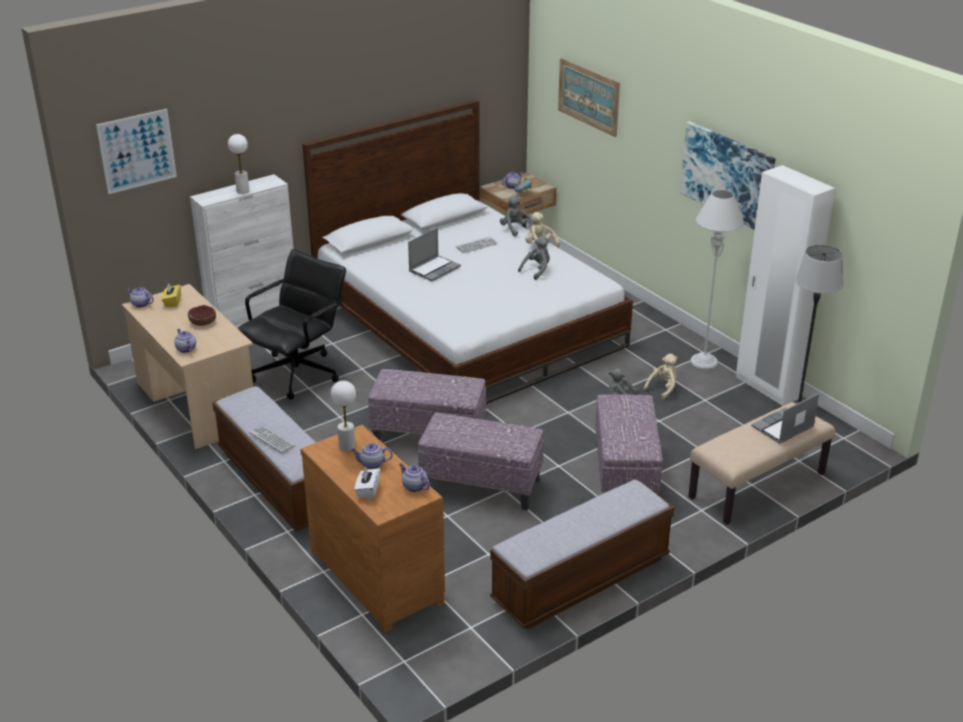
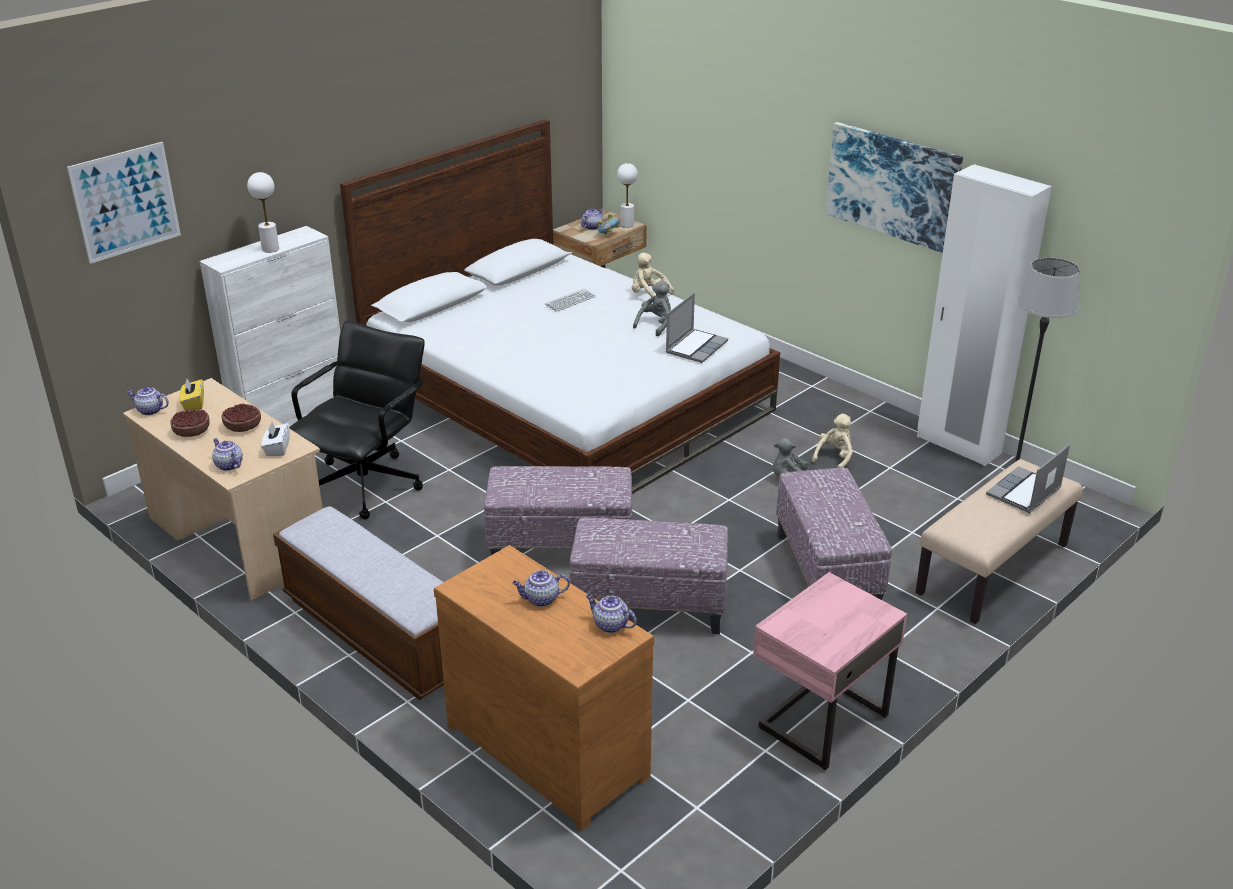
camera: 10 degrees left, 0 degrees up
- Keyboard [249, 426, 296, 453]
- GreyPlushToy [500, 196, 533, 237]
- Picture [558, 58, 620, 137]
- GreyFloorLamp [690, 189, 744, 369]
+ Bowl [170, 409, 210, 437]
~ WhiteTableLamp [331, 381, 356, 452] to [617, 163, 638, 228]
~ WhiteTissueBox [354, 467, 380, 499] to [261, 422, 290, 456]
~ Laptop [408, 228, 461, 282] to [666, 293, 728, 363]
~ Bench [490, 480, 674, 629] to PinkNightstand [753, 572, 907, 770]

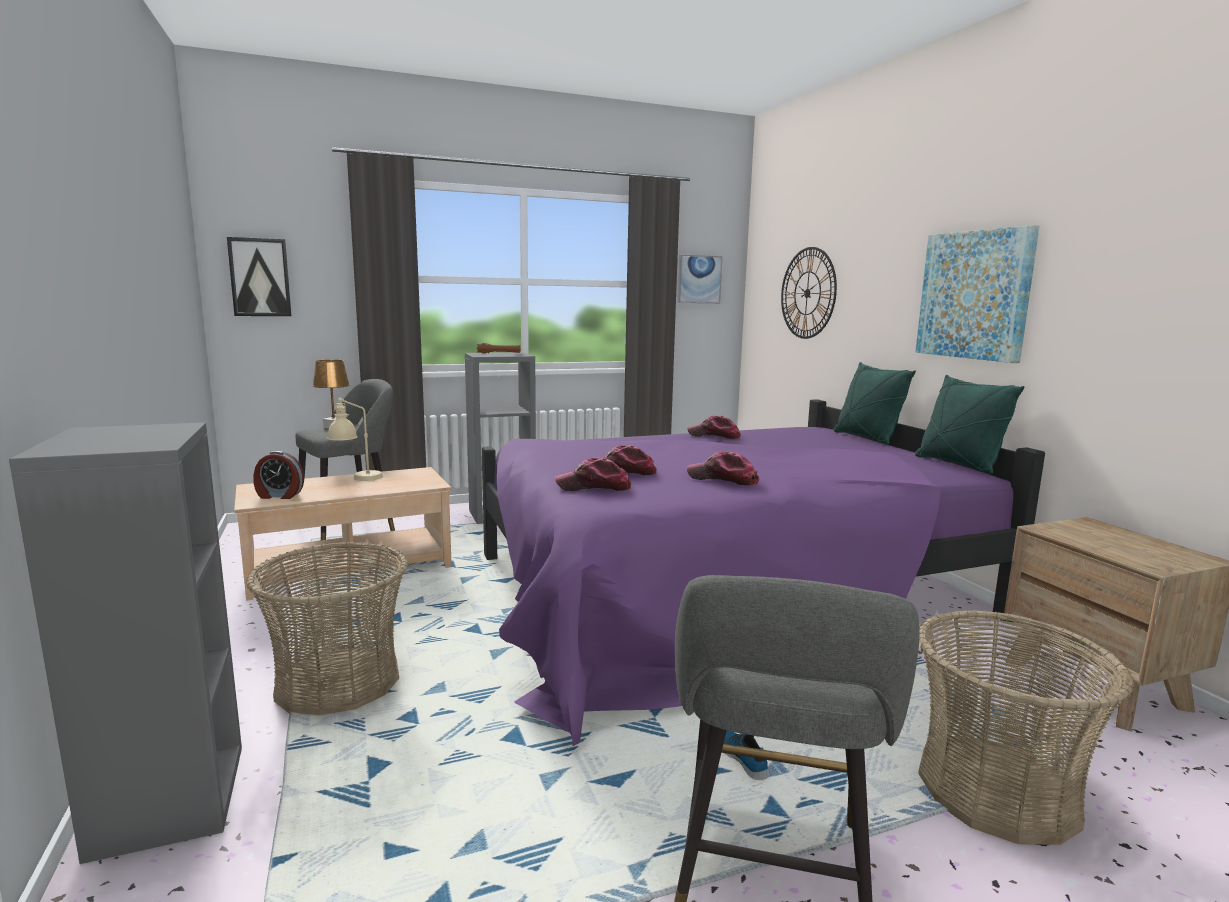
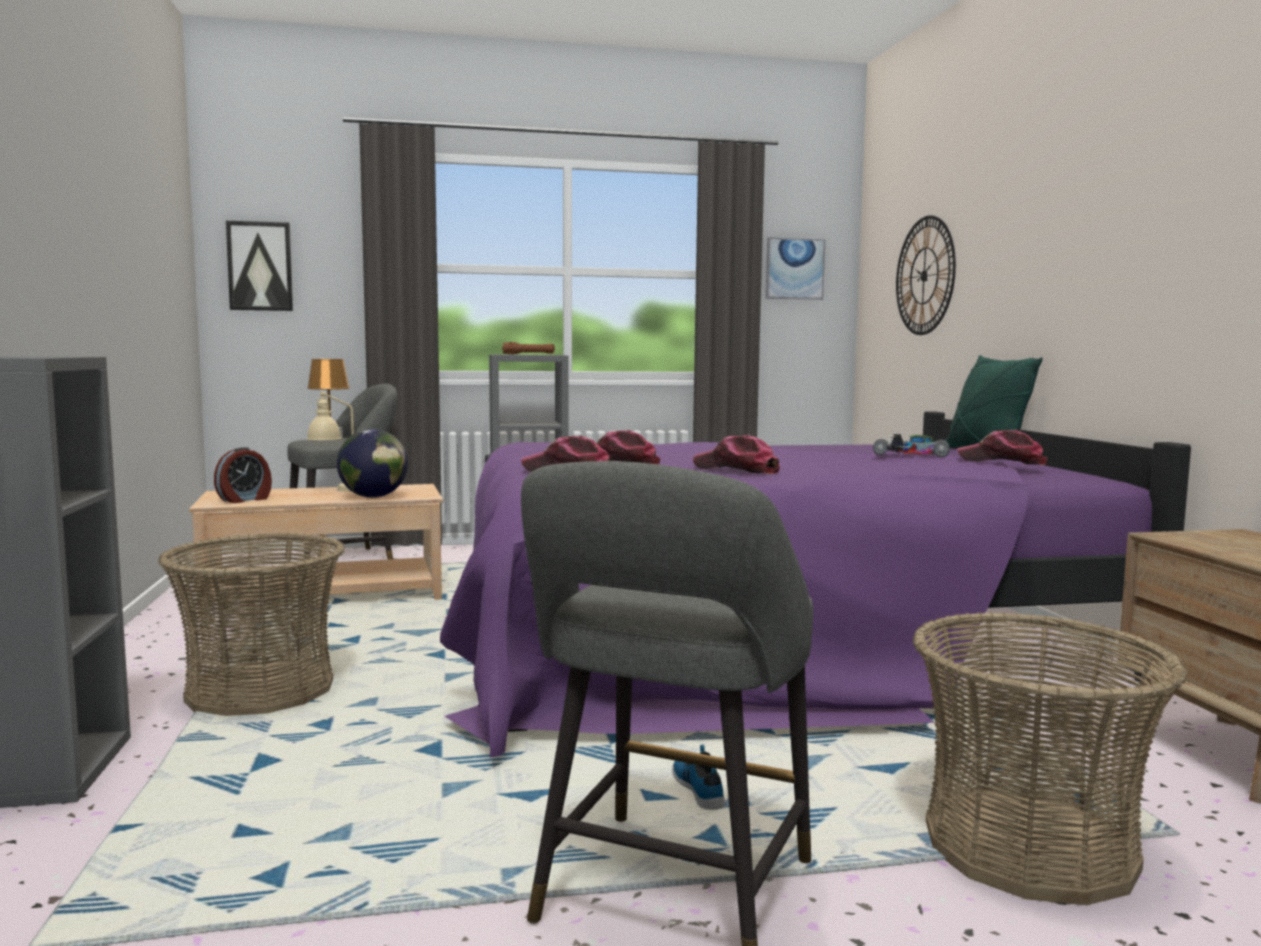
camera: 10 degrees right, 5 degrees down
- Picture [915, 225, 1039, 363]
- GreenPillow [915, 375, 1025, 474]
+ Globe [337, 429, 408, 498]
+ ToyCar [873, 434, 950, 457]
~ Cap [687, 416, 741, 439] to [957, 430, 1048, 465]
~ AlarmClock [253, 451, 304, 499] = [214, 447, 272, 503] 60 degrees counterclockwise

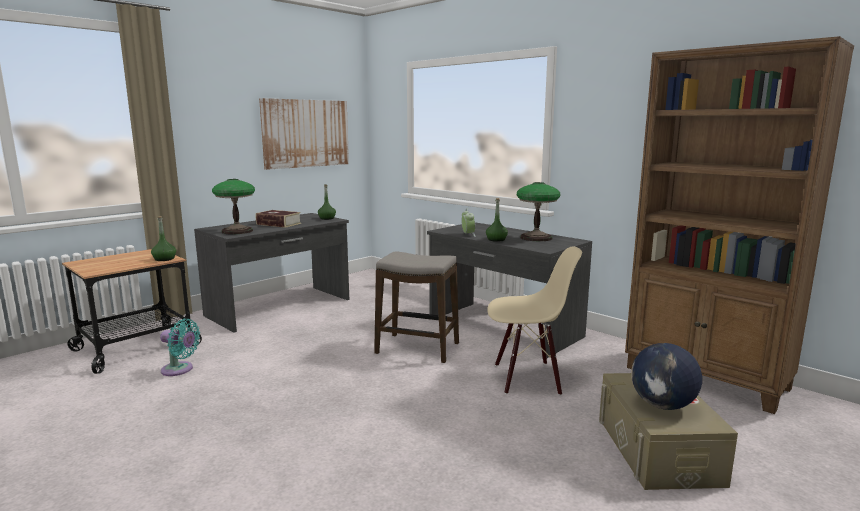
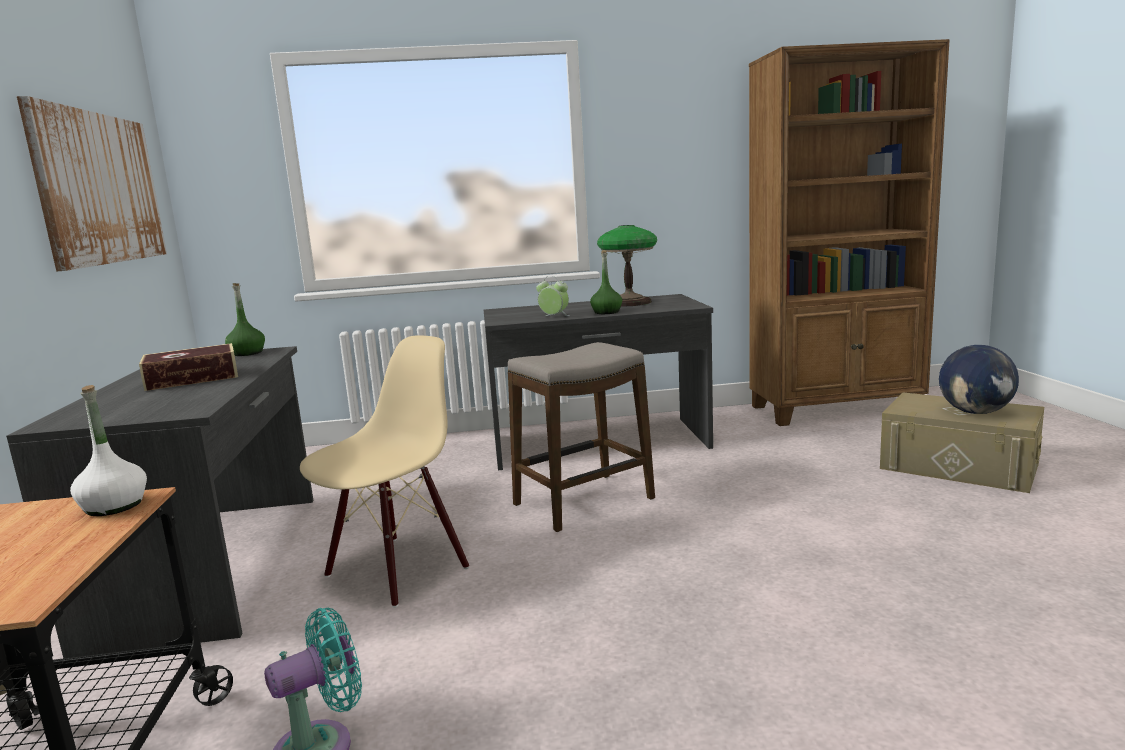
camera: 50 degrees left, 0 degrees up
- TableLamp [212, 179, 255, 234]
~ BeigeChair [487, 246, 582, 396] to [300, 335, 469, 608]
~ GreenBottle [151, 216, 176, 261] to WhiteBottle [70, 385, 147, 516]

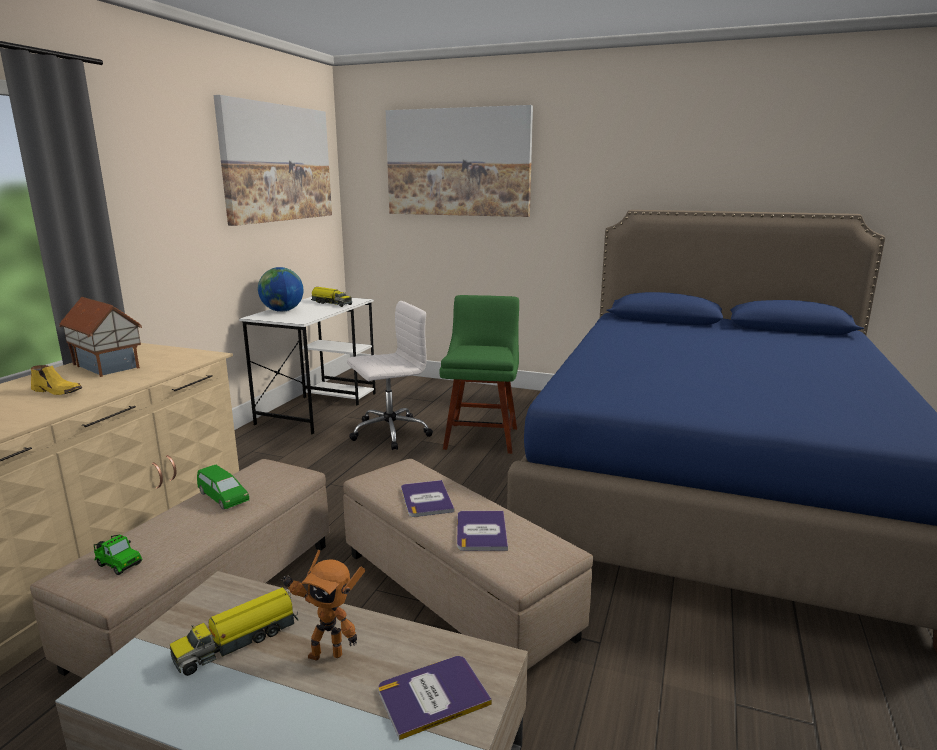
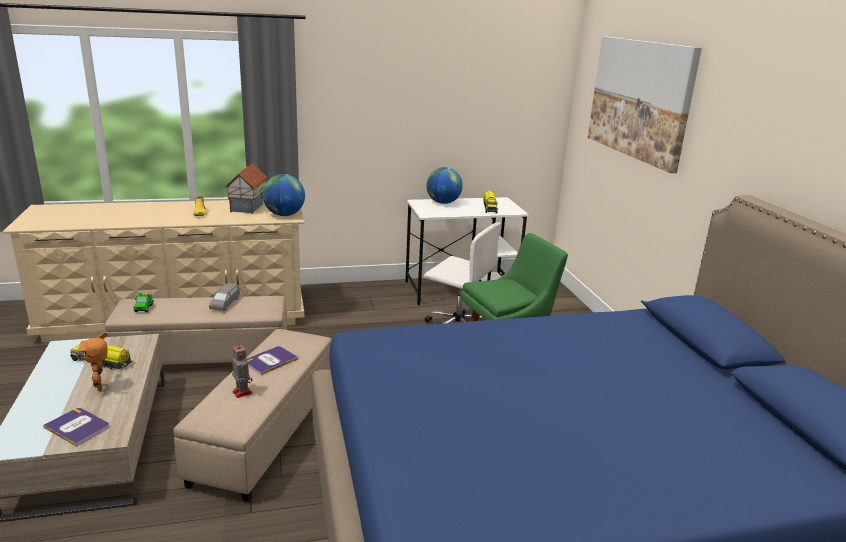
camera: 55 degrees right, 5 degrees up
- Picture [213, 95, 332, 226]
+ Globe [263, 174, 305, 216]
~ Book [457, 511, 508, 551] to ToyRobot [232, 344, 253, 398]
~ GreenToyCar [197, 465, 249, 510] to GreyToyCar [209, 283, 240, 311]

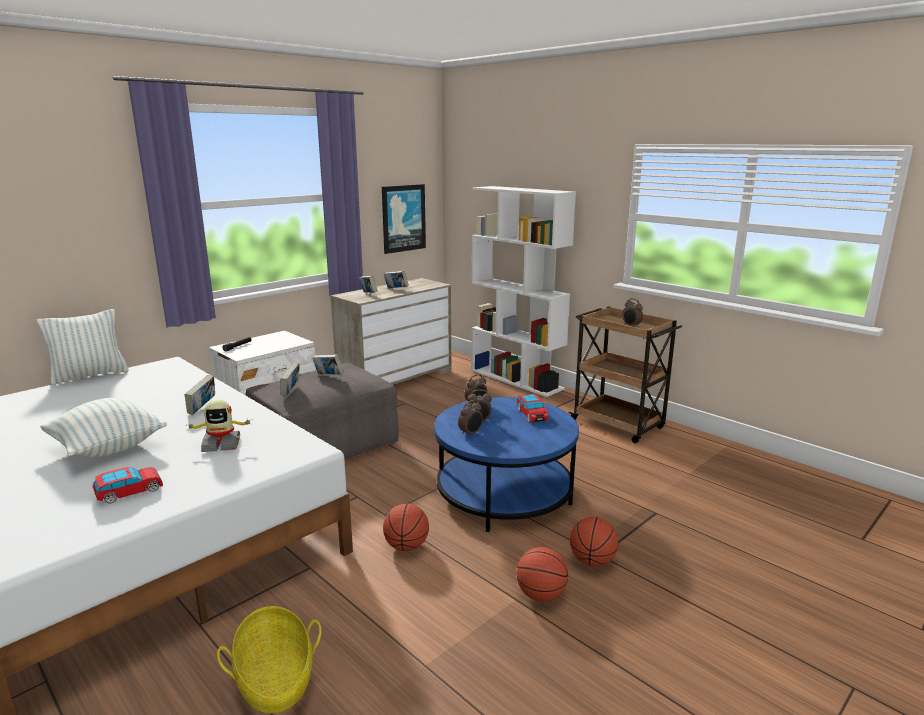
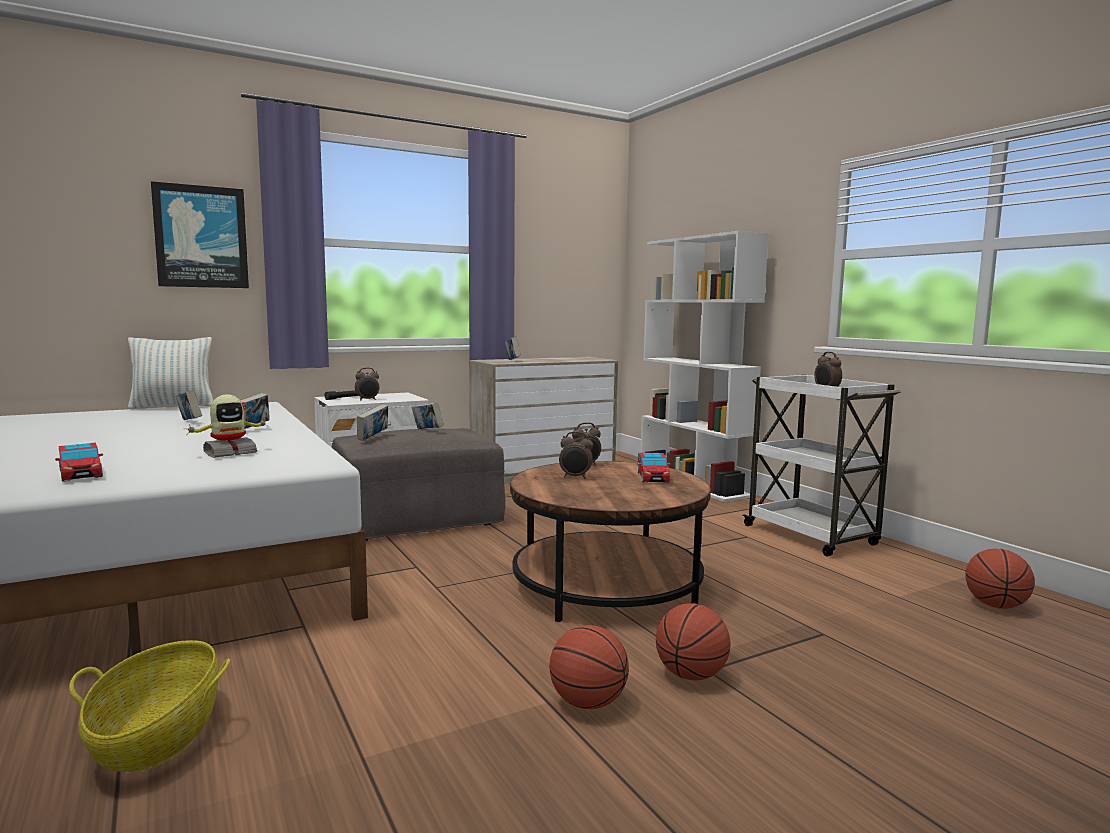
camera: 15 degrees right, 10 degrees down
- Pillow [40, 398, 167, 457]
~ Picture [382, 184, 426, 254] to [151, 181, 249, 288]
~ Basketball [383, 504, 429, 551] to [965, 549, 1035, 609]
~ Book [384, 271, 409, 288] to [175, 390, 202, 420]
~ AlarmClock [458, 400, 483, 437] to [355, 368, 380, 401]
~ BlueCoffeeTable [434, 397, 579, 532] to BrownCoffeeTable [510, 461, 711, 622]
~ BrownCart [568, 306, 682, 443] to WhiteCart [743, 375, 901, 556]
~ ToyCar [93, 467, 163, 503] = [55, 443, 103, 482] 75 degrees clockwise
~ ToyRobot [187, 399, 252, 452] = [188, 395, 268, 458] 45 degrees counterclockwise

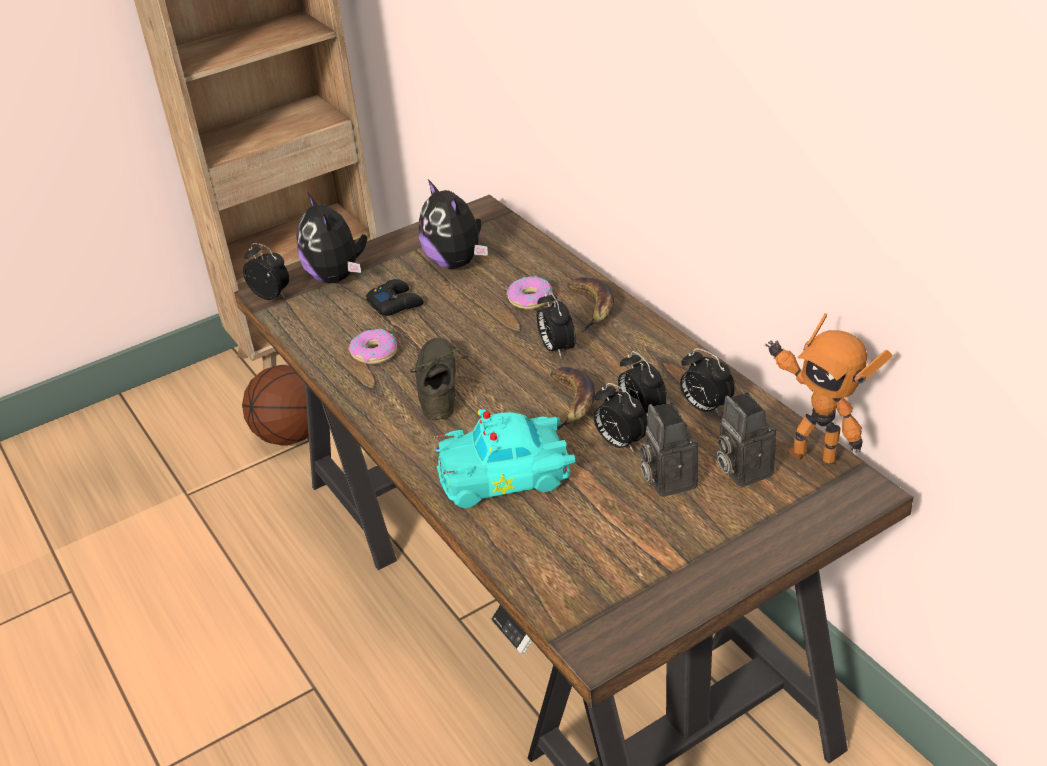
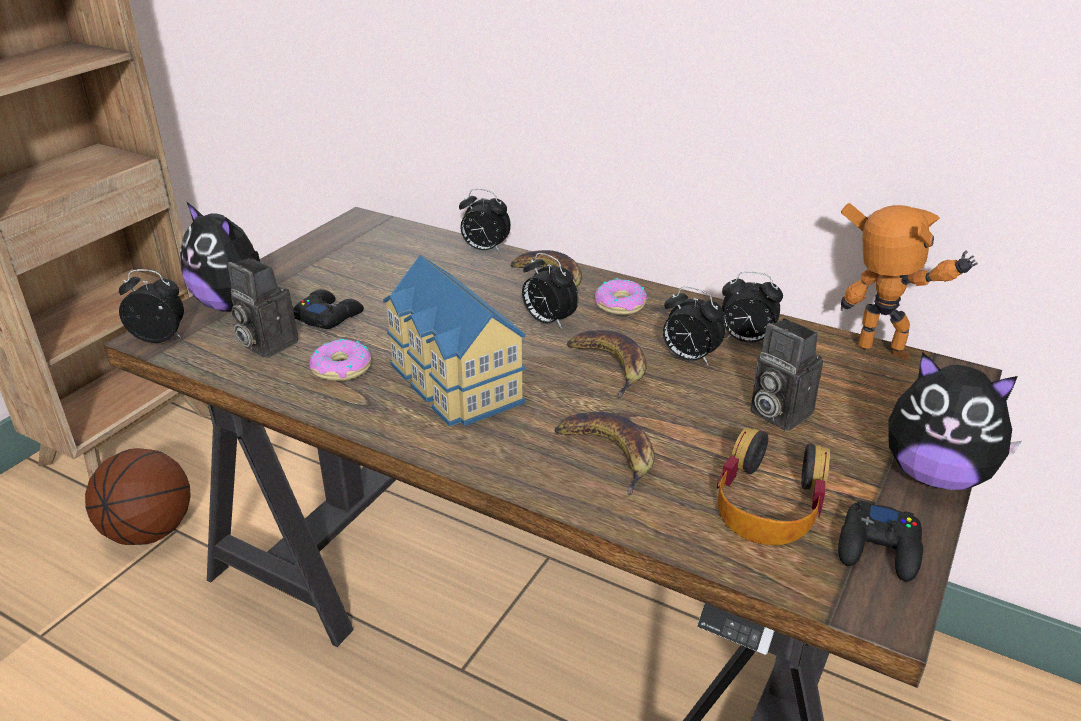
camera: 30 degrees left, 5 degrees down
+ Headphones [717, 427, 830, 545]
+ BlackGameController [838, 500, 923, 582]
~ PlushToy [419, 179, 488, 269] to [888, 353, 1022, 490]
~ Donut [507, 276, 553, 310] to [595, 278, 647, 315]
~ AlarmClock [594, 383, 648, 453] to [459, 189, 511, 253]
~ PhotoCamera [716, 392, 776, 487] to [228, 257, 298, 358]
~ GreyShoe [410, 338, 468, 420] to ToyHouse [383, 255, 526, 427]
~ TurquoiseToyCar [434, 409, 575, 508] to Banana [554, 412, 655, 496]
~ ToyRobot [765, 313, 893, 464] = [841, 203, 978, 360] 150 degrees counterclockwise

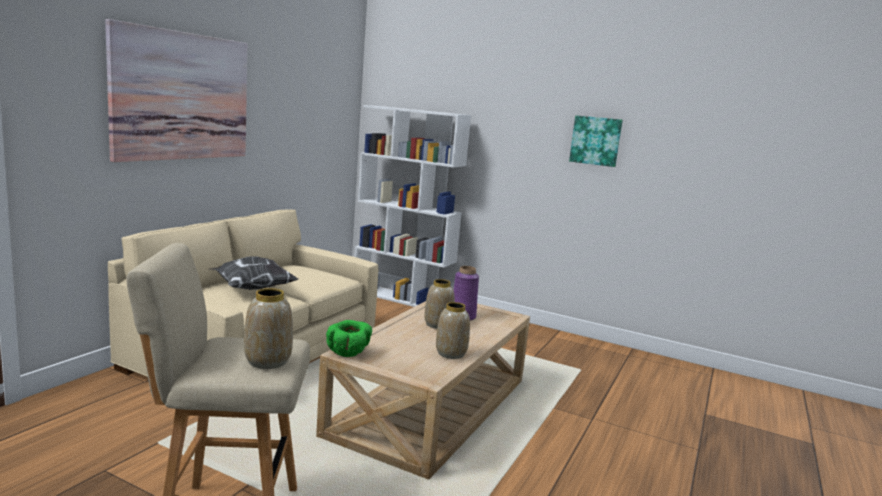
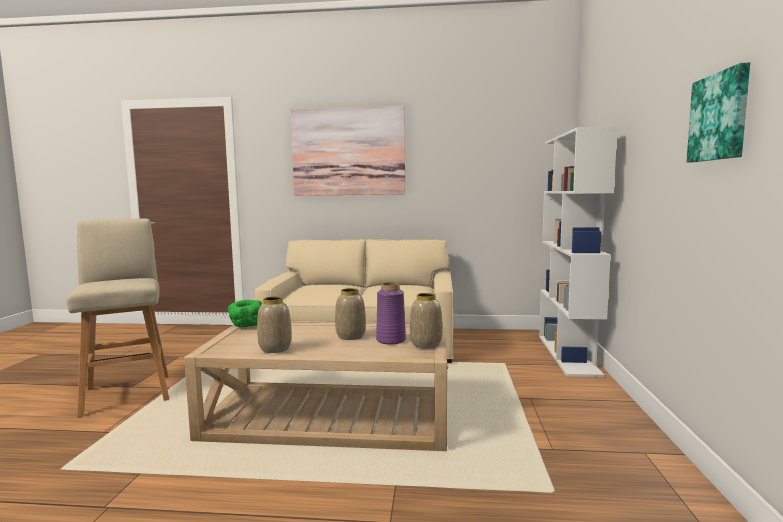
camera: 70 degrees right, 5 degrees down
- Pillow [209, 256, 298, 290]
~ Vase [244, 288, 293, 369] to [410, 293, 443, 349]

